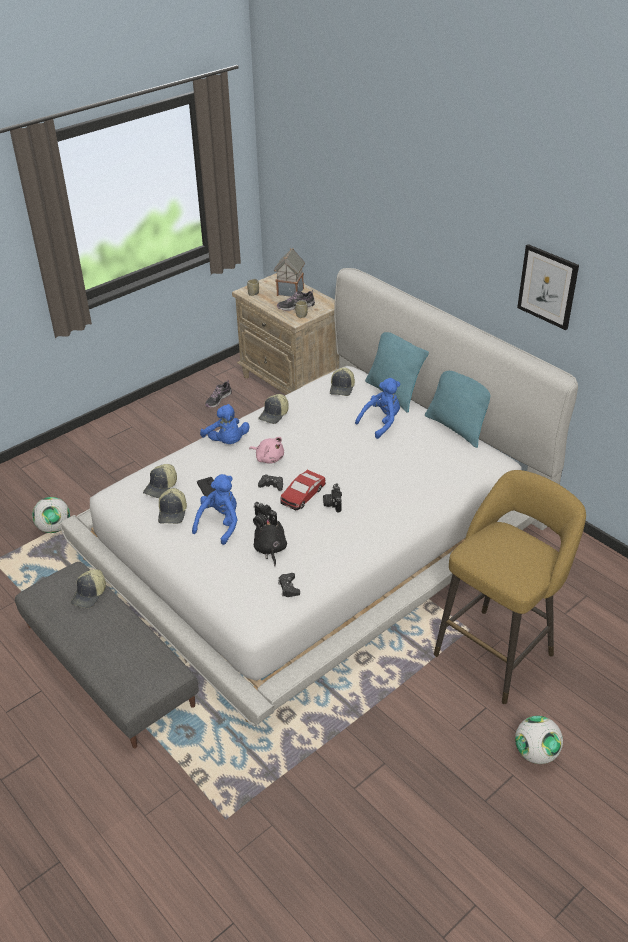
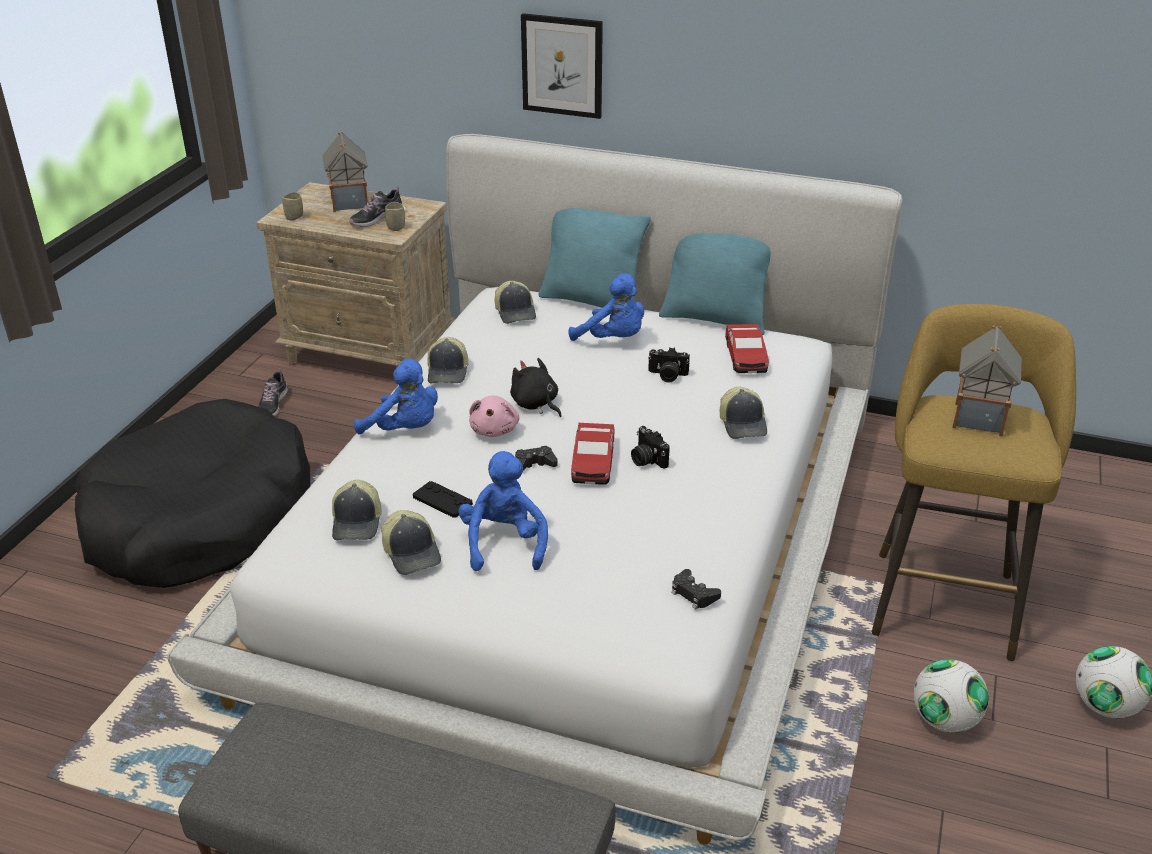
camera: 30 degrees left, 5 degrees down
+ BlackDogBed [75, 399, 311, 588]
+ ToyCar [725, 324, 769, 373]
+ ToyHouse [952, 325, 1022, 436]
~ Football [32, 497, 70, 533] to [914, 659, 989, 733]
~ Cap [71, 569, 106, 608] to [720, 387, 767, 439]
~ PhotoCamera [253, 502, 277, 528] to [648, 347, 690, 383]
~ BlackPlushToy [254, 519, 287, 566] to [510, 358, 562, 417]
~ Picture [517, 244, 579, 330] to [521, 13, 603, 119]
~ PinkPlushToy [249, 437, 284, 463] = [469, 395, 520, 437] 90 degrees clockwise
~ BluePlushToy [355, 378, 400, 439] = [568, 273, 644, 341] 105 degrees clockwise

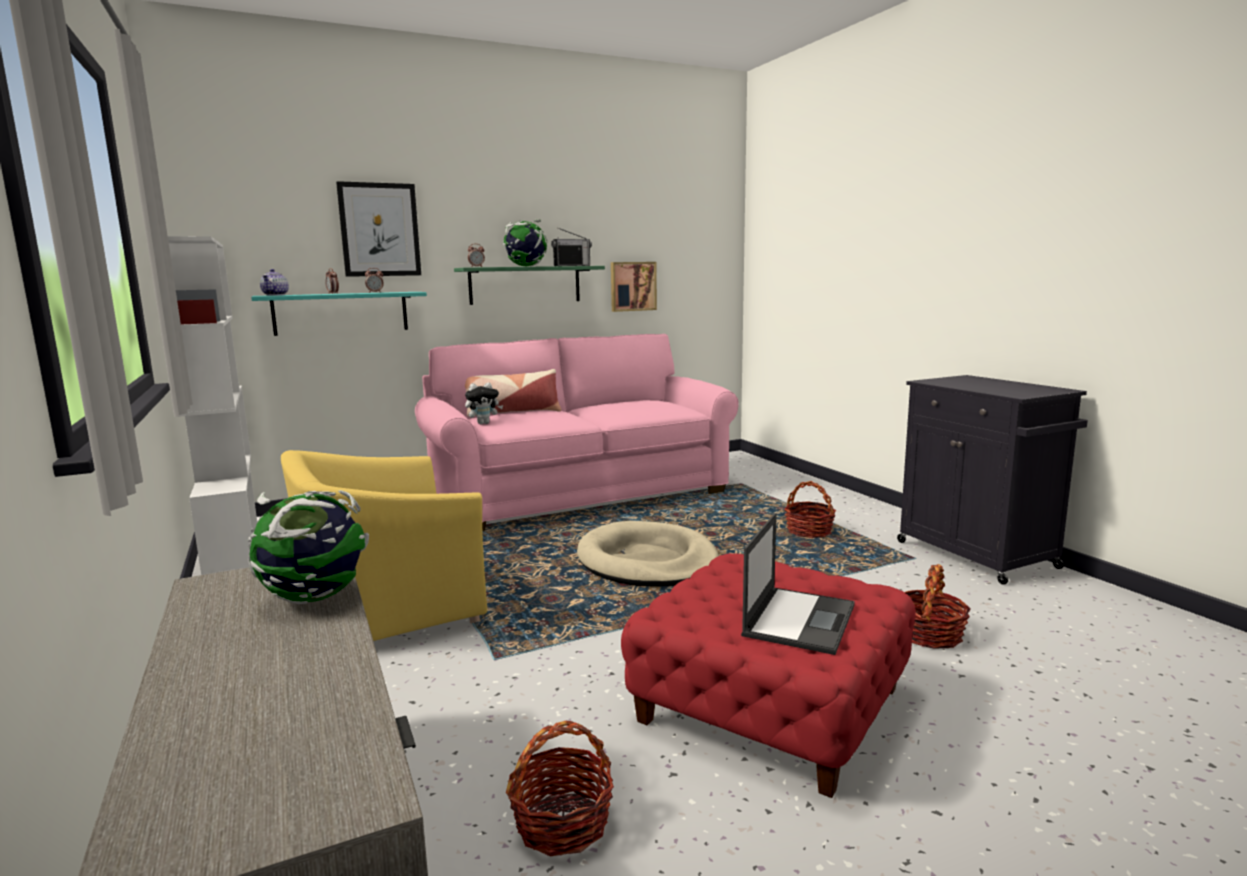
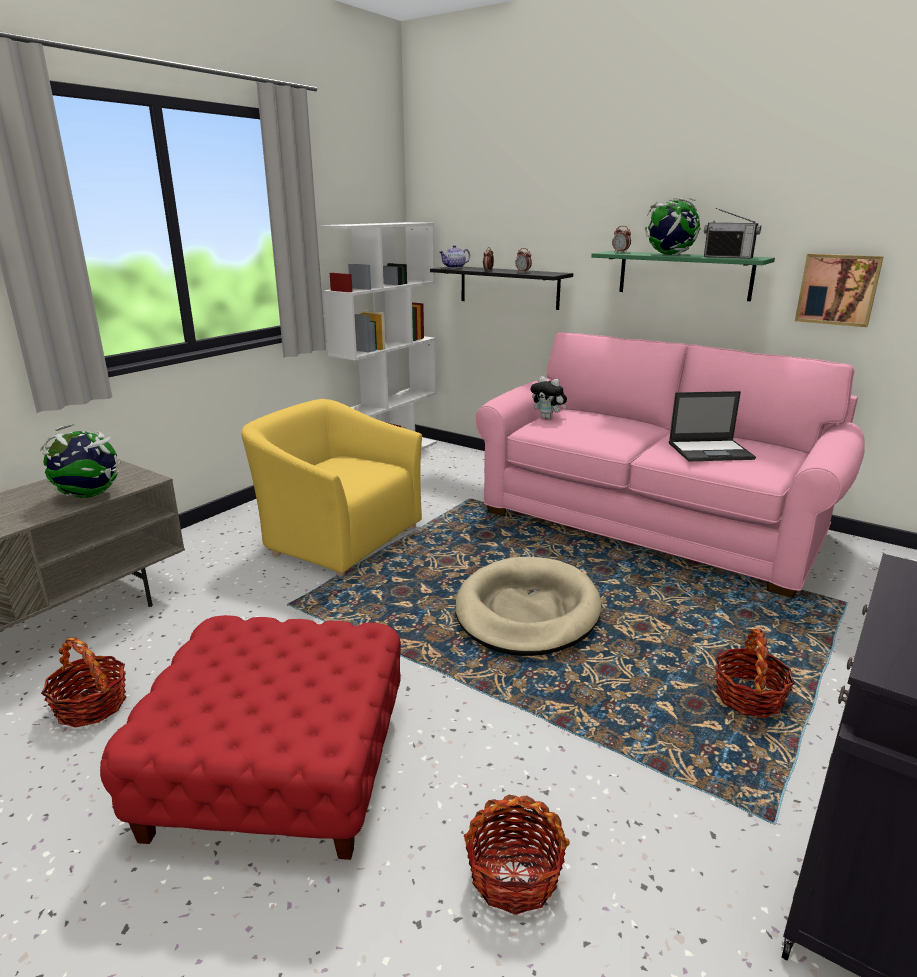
camera: 60 degrees right, 10 degrees up
- Picture [336, 181, 421, 277]
- Pillow [465, 369, 561, 417]
~ Laptop [741, 513, 855, 655] to [669, 391, 756, 461]
~ TurquoiseShelf [251, 292, 427, 336] to BlackShelf [430, 267, 573, 310]

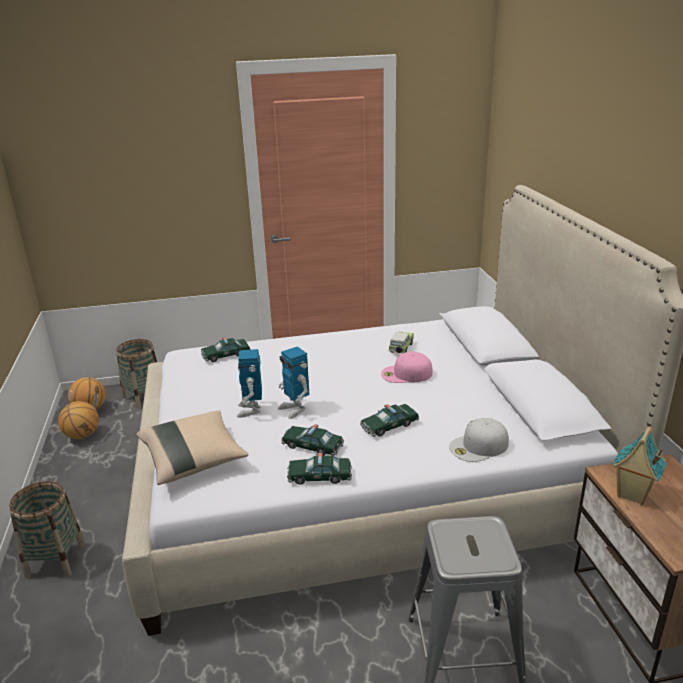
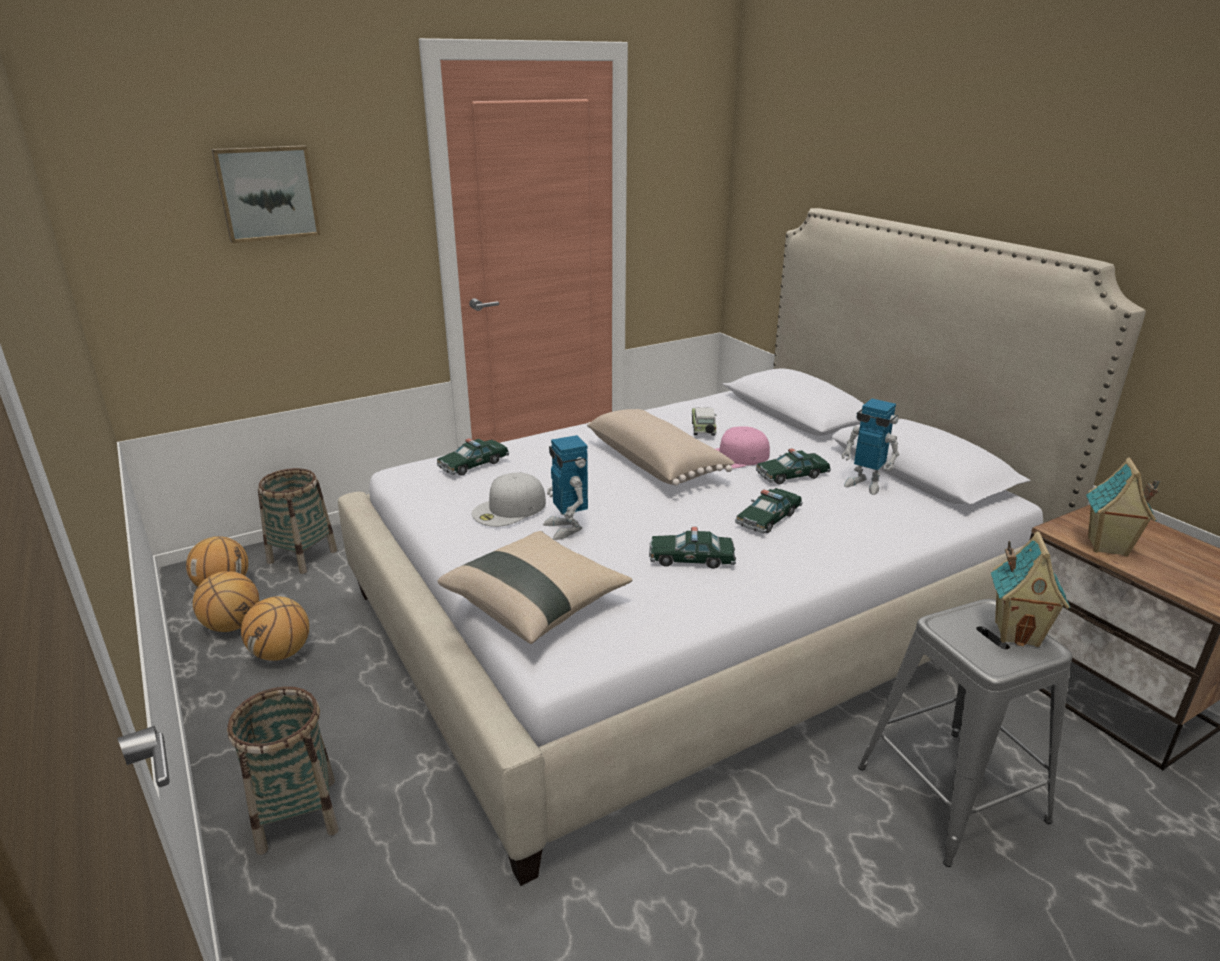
camera: 20 degrees left, 0 degrees up
+ Picture [212, 145, 321, 243]
+ Basketball [241, 597, 309, 661]
+ BeigePillow [587, 409, 735, 486]
+ ToyHouse [991, 531, 1070, 647]
~ ToyRobot [278, 346, 309, 419] to [842, 399, 899, 495]
~ ToyCar [287, 453, 352, 485] to [756, 448, 831, 485]
~ WhiteCap [449, 418, 509, 462] to [472, 472, 546, 527]

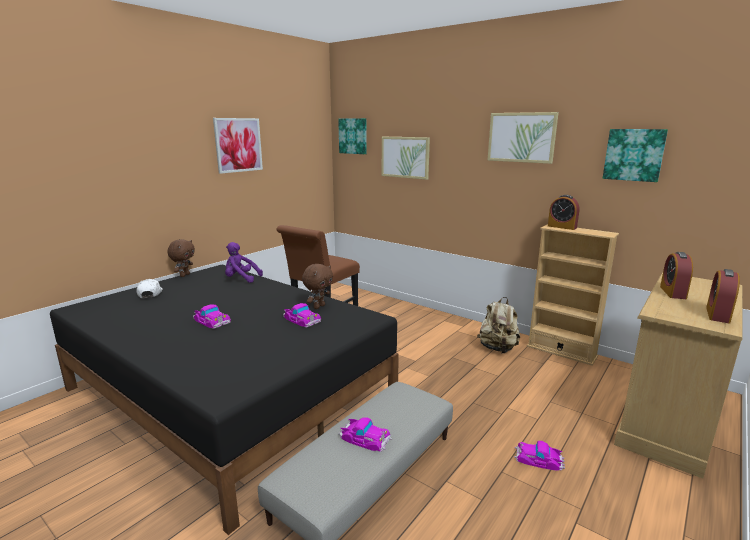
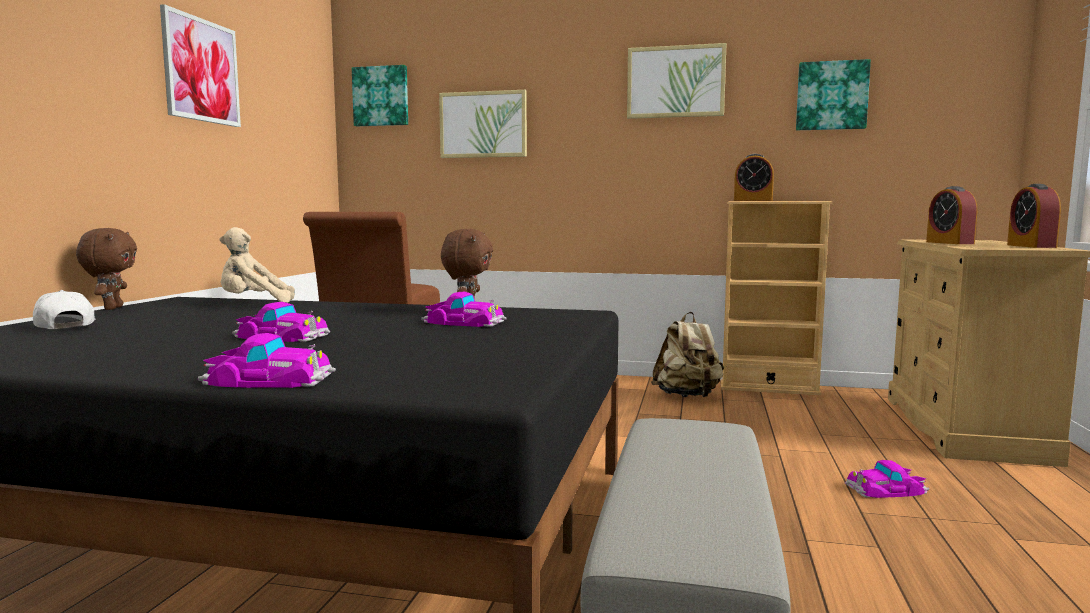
camera: 25 degrees left, 10 degrees down
~ ToyCar [338, 417, 392, 452] to [198, 333, 336, 388]
~ PurplePlushToy [225, 242, 263, 283] to BeigePlushToy [220, 227, 295, 303]

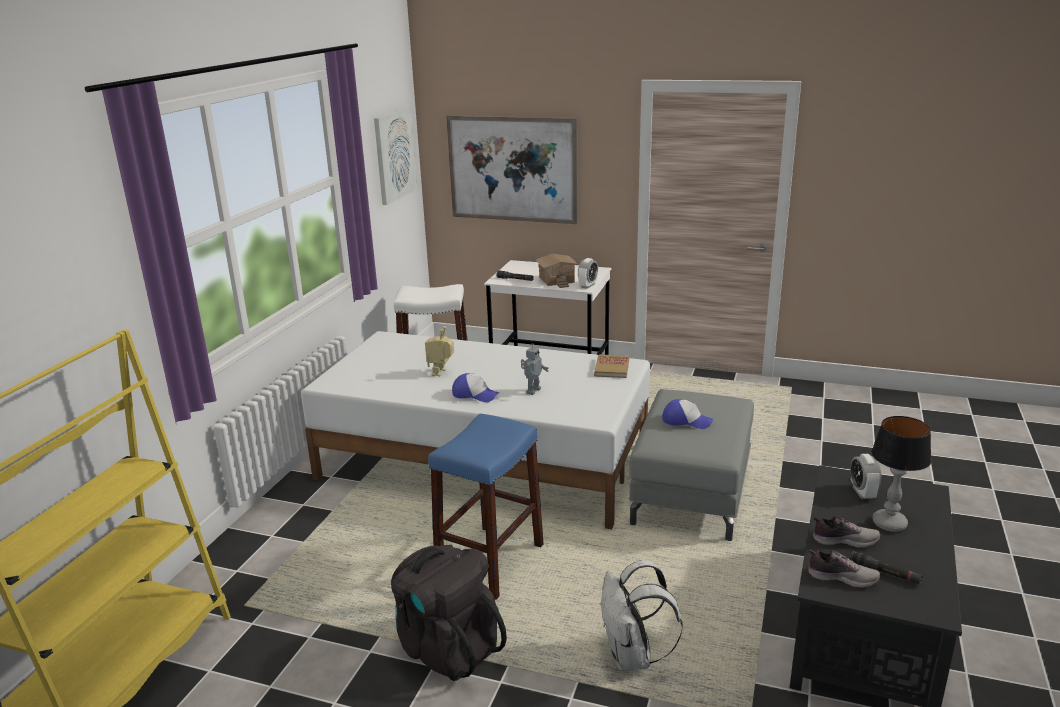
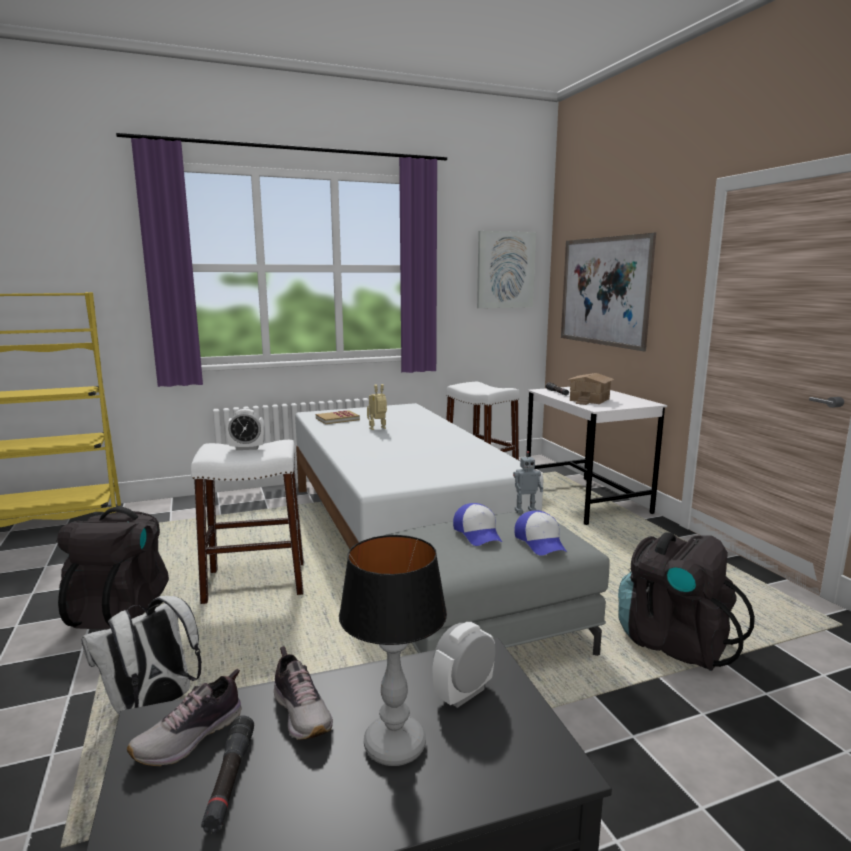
camera: 50 degrees right, 10 degrees down
+ BlackBackpack [618, 532, 755, 671]
~ Cap [452, 373, 499, 402] to [514, 510, 567, 556]
~ ToyRobot [521, 343, 549, 395] to [513, 451, 543, 513]
~ AlarmClock [578, 258, 598, 289] to [226, 409, 265, 450]
~ Book [594, 354, 629, 378] to [316, 410, 360, 424]
~ BlueStool [428, 414, 544, 600] to WhiteStool [191, 440, 304, 604]
~ Shoe [808, 549, 880, 588] = [127, 669, 241, 766] 60 degrees clockwise

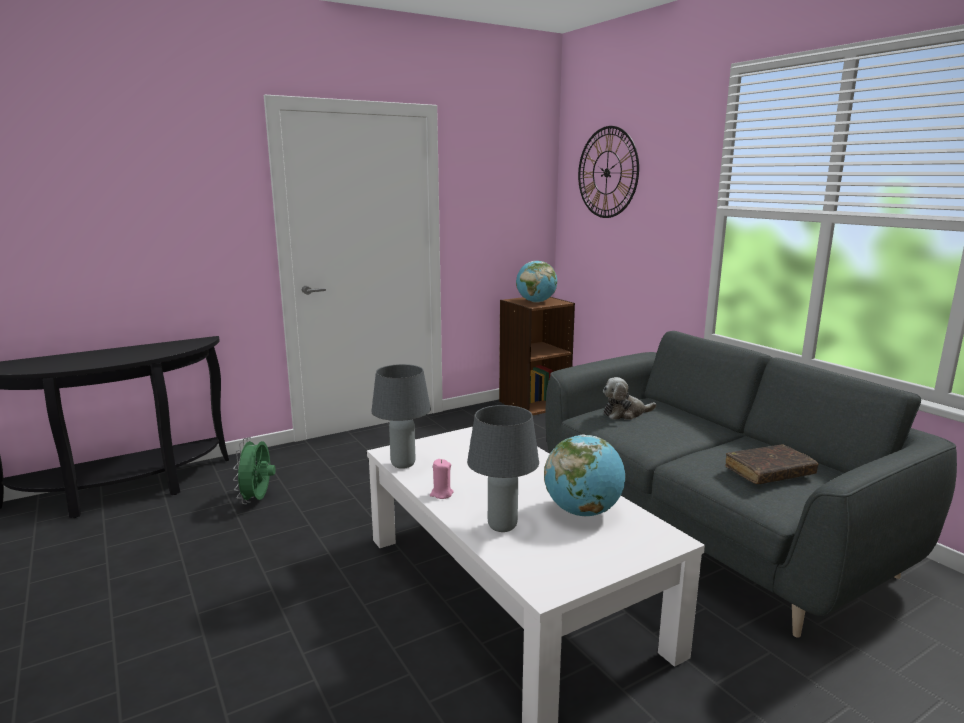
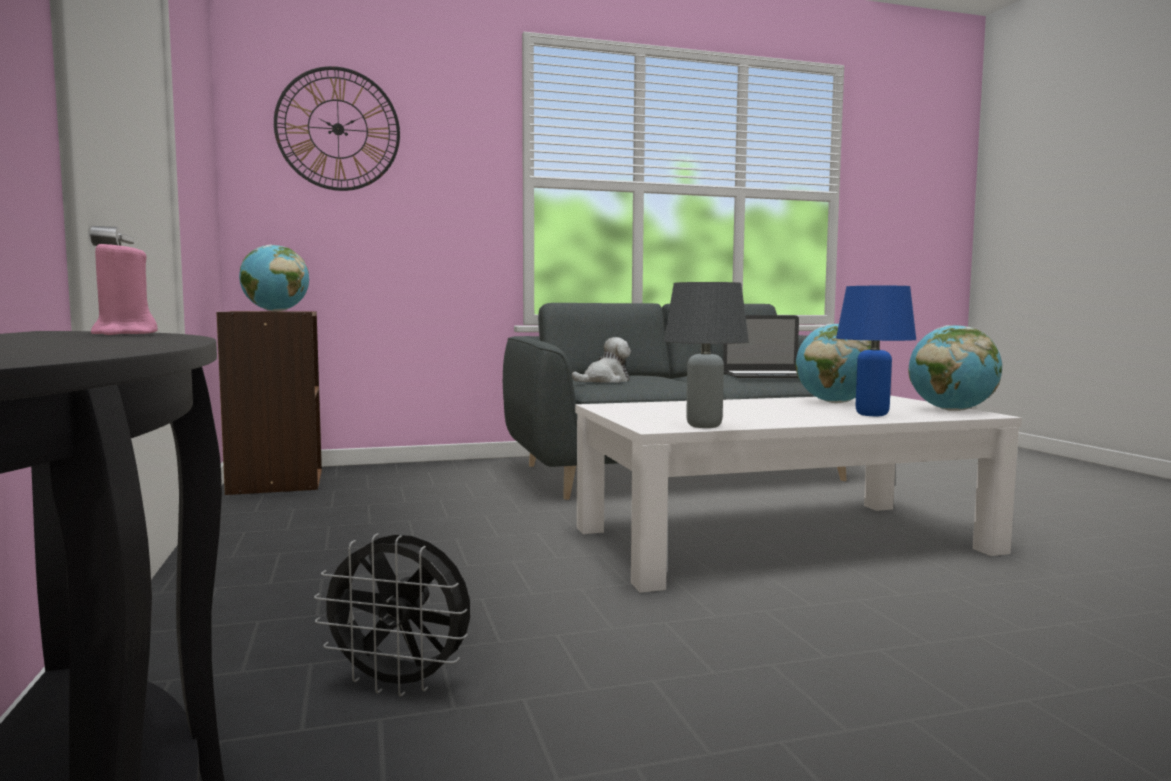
camera: 75 degrees left, 10 degrees down
+ Globe [908, 325, 1002, 411]
~ PinkCandle [430, 459, 453, 499] to [91, 240, 158, 335]
~ BrownBook [725, 444, 819, 484] to Laptop [723, 315, 799, 378]
~ GreenFan [233, 437, 276, 504] to BlackFan [314, 533, 470, 697]
~ GreyTableLamp [467, 405, 539, 532] to BlueTableLamp [836, 286, 916, 416]
~ PlushToy [603, 377, 656, 420] = [572, 337, 631, 383] 120 degrees counterclockwise

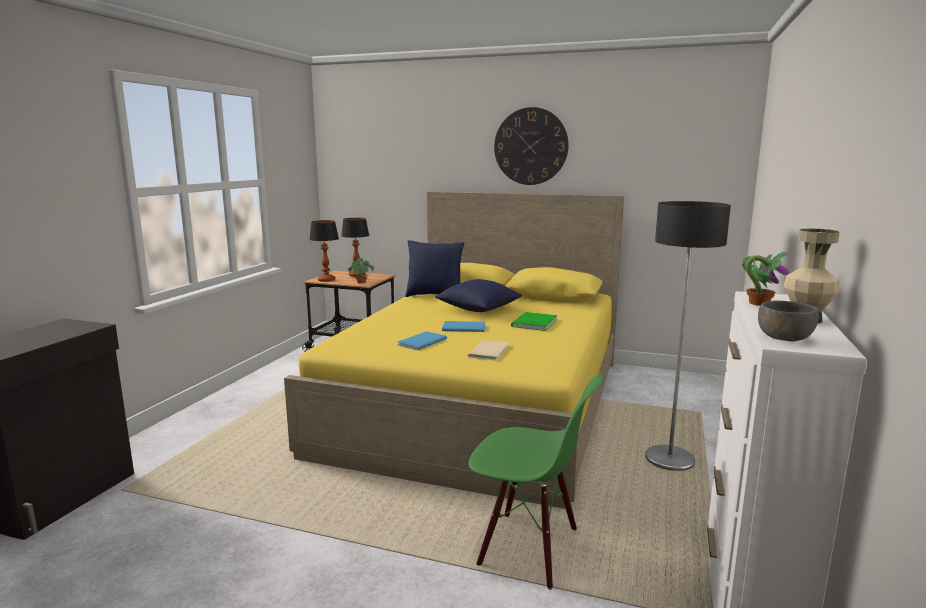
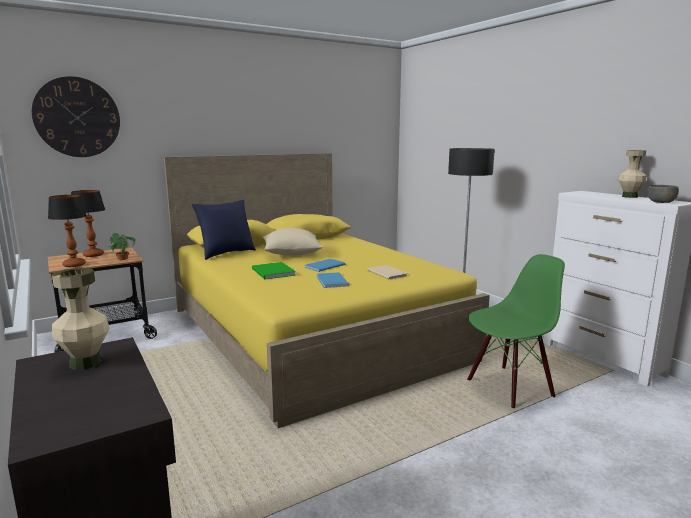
camera: 50 degrees left, 0 degrees up
- PottedPlant [742, 251, 789, 306]
+ BeigeVase [52, 268, 110, 370]
~ WallClock [494, 107, 569, 185] to [32, 76, 120, 157]
~ GreenBook [511, 312, 558, 331] to [252, 262, 296, 280]
~ BluePillow [435, 279, 522, 312] to BeigePillow [262, 228, 323, 256]

